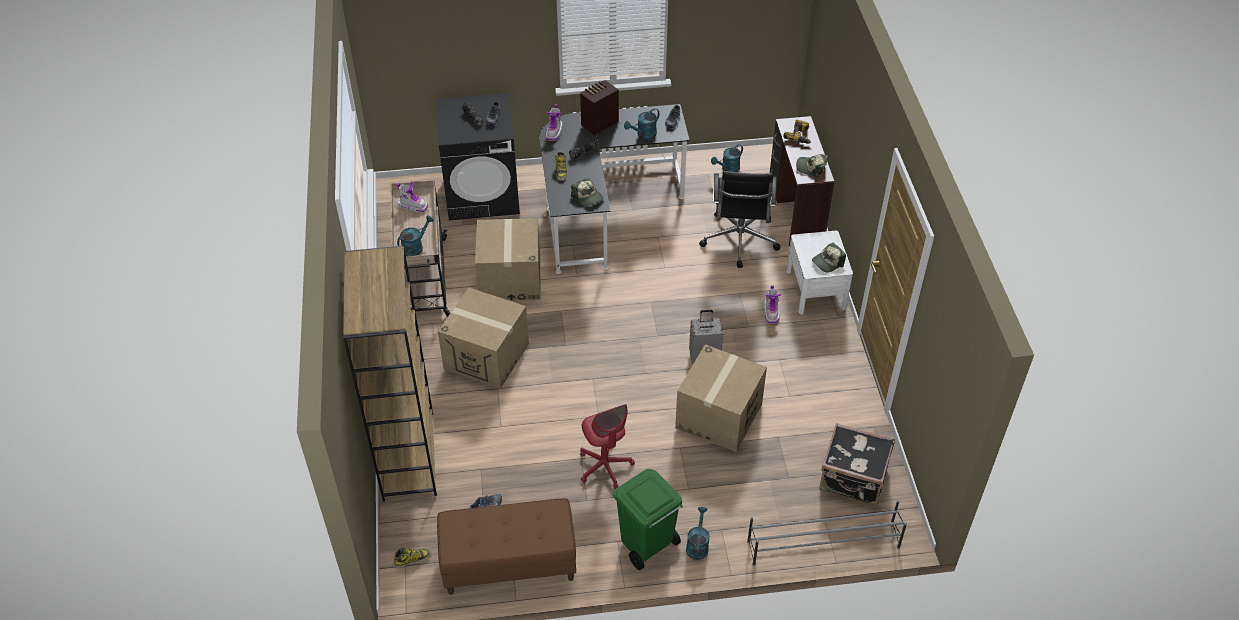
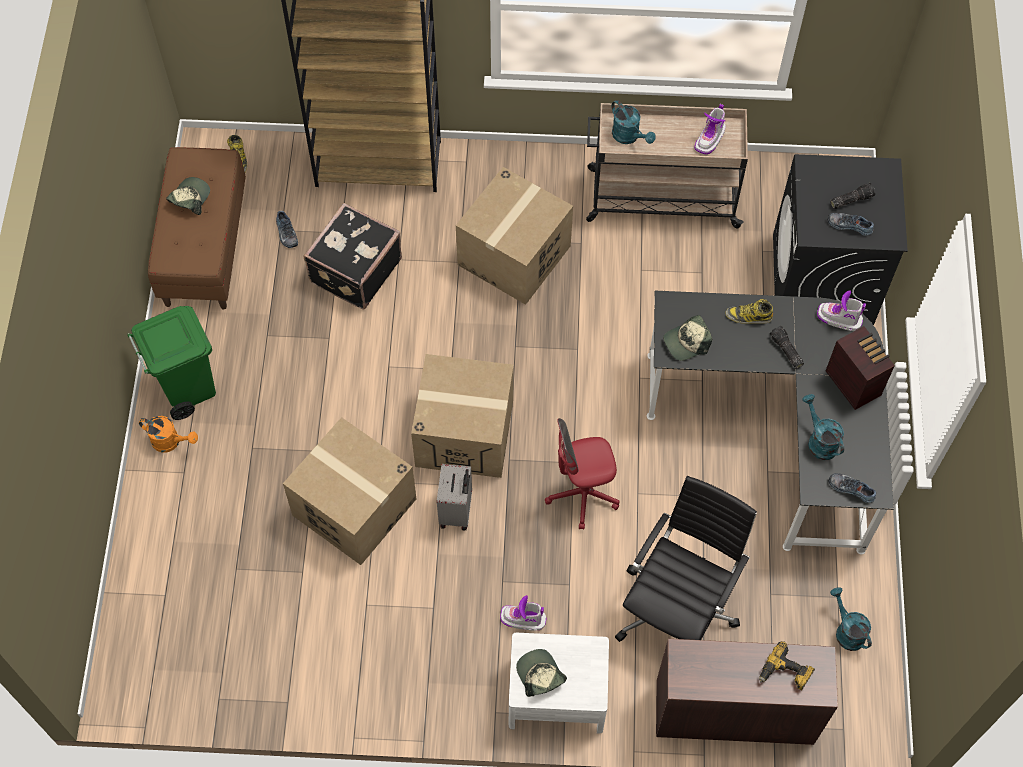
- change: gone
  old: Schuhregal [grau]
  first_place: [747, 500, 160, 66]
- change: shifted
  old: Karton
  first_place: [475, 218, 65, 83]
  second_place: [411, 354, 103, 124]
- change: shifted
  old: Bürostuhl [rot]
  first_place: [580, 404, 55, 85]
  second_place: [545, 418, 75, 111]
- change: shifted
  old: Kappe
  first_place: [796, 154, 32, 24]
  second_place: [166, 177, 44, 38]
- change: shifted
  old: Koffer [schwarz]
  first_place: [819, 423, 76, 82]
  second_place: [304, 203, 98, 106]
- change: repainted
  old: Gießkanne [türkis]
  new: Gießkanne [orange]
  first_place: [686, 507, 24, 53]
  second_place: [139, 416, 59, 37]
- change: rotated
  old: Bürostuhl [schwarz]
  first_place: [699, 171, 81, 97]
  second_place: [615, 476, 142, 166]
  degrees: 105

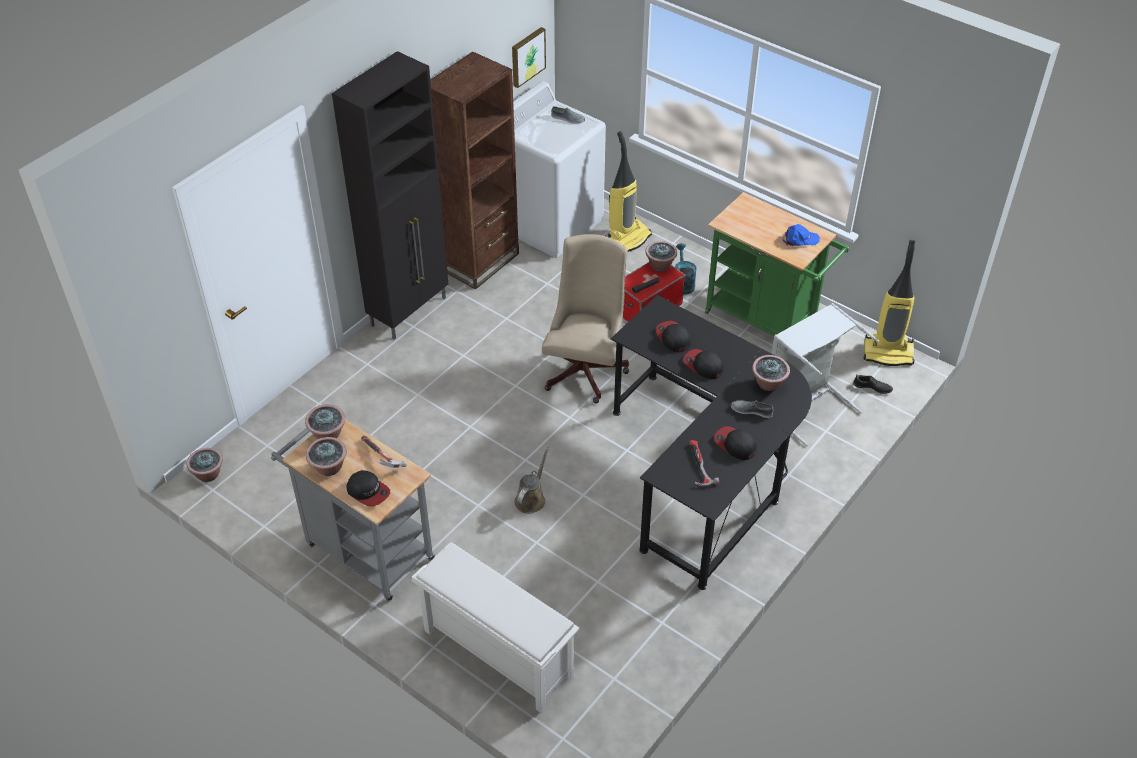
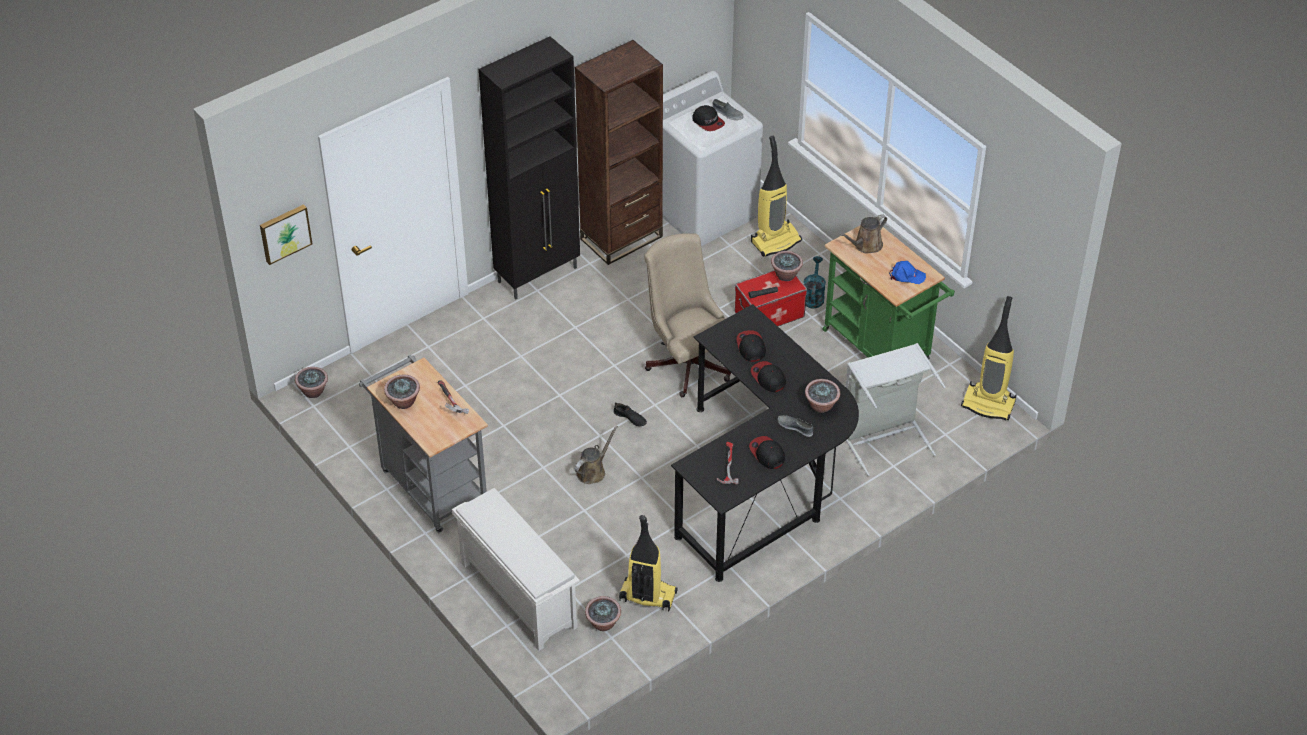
- change: new
  new: Staubsauger
  second_place: [619, 515, 59, 96]
- change: new
  new: Gießkanne [braun]
  second_place: [840, 214, 47, 40]
- change: shifted
  old: Topfpflanze
  first_place: [305, 404, 40, 35]
  second_place: [585, 596, 36, 35]
- change: shifted
  old: Kappe
  first_place: [346, 470, 44, 36]
  second_place: [692, 105, 33, 26]
- change: shifted
  old: Bild
  first_place: [512, 27, 34, 61]
  second_place: [260, 204, 52, 61]
- change: shifted
  old: Schuh [schwarz]
  first_place: [853, 375, 40, 19]
  second_place: [614, 402, 33, 24]
- change: rotated
  old: Bürostuhl [beige]
  first_place: [542, 234, 87, 170]
  second_place: [644, 233, 87, 164]
  degrees: -60

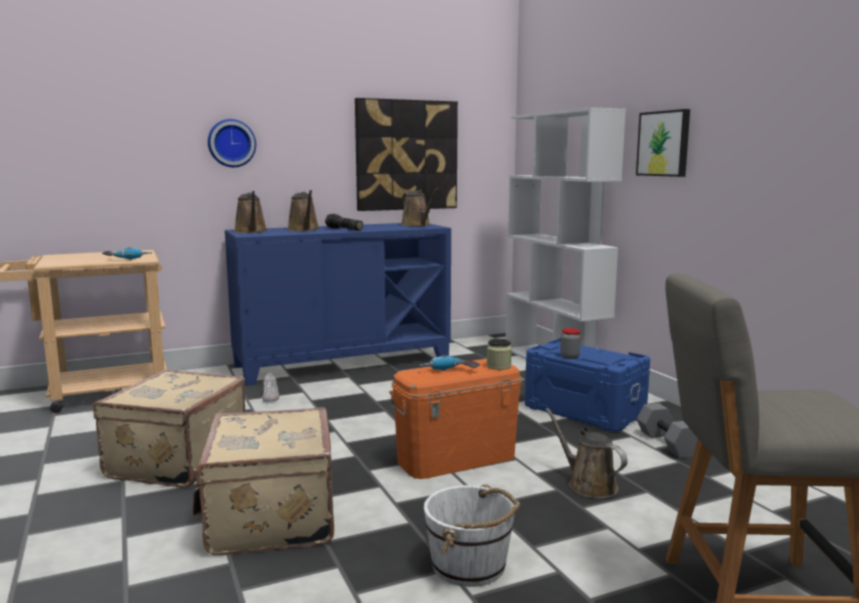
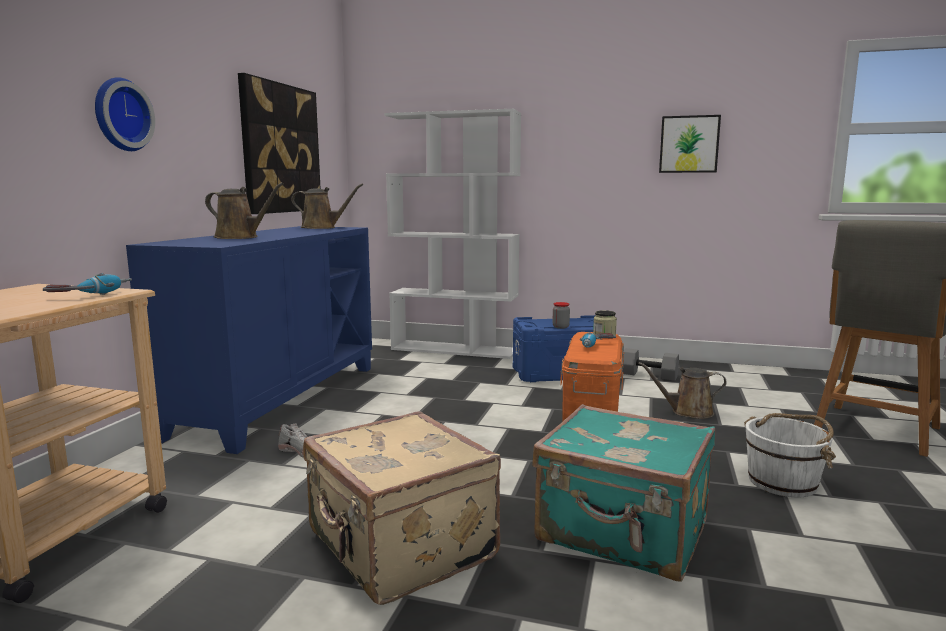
- change: gone
  old: Gießkanne [braun]
  first_place: [234, 191, 33, 42]
- change: gone
  old: Taschenlampe
  first_place: [325, 214, 38, 17]
- change: shifted
  old: Bild
  first_place: [636, 109, 54, 68]
  second_place: [659, 115, 62, 58]
- change: repainted
  old: Koffer [beige]
  new: Koffer [türkis]
  first_place: [193, 407, 141, 148]
  second_place: [532, 404, 183, 178]

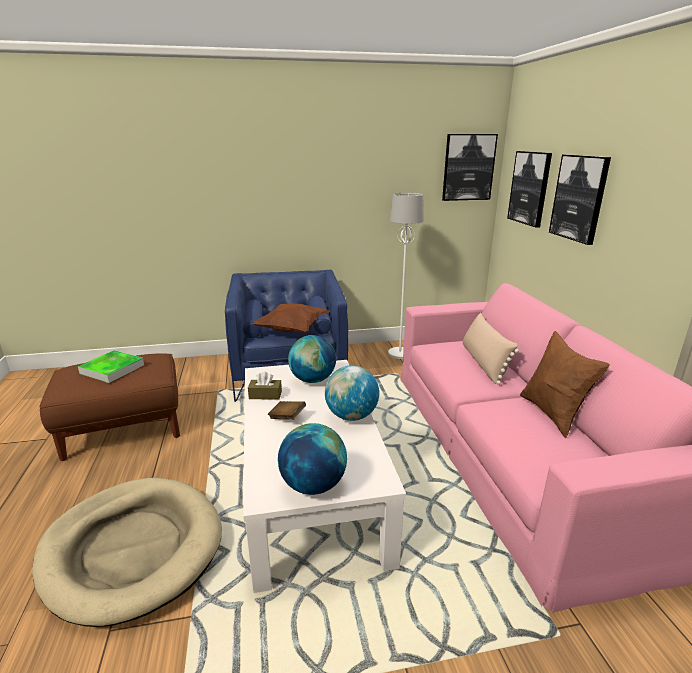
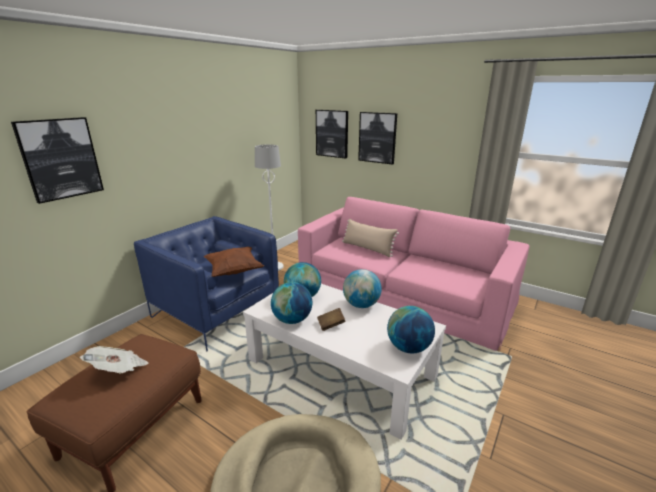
- change: gone
  old: Kissen [braun]
  first_place: [520, 331, 90, 107]
- change: shifted
  old: Bild
  first_place: [442, 134, 56, 67]
  second_place: [11, 117, 93, 87]
- change: swapped
  old: Tablett
  new: Zeitung
  first_place: [78, 350, 66, 33]
  second_place: [80, 346, 69, 27]
- change: swapped
  old: Taschentuchbox [braun]
  new: Globus
  first_place: [248, 372, 34, 28]
  second_place: [271, 282, 41, 42]

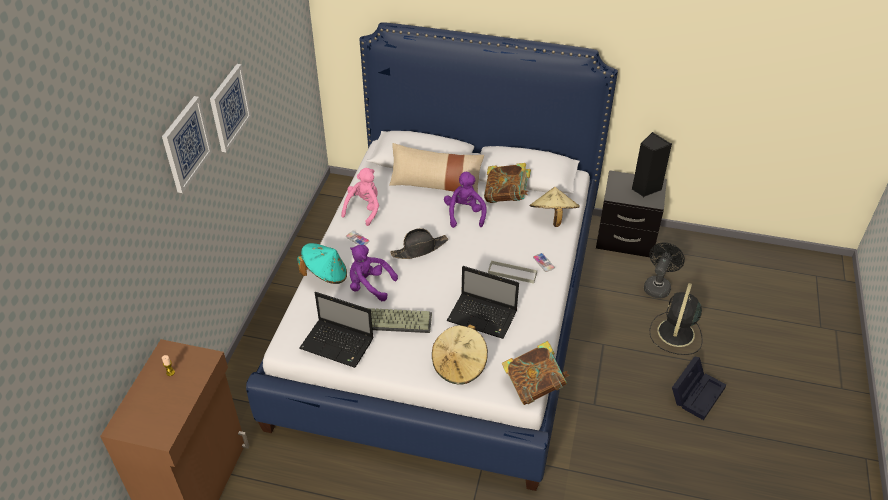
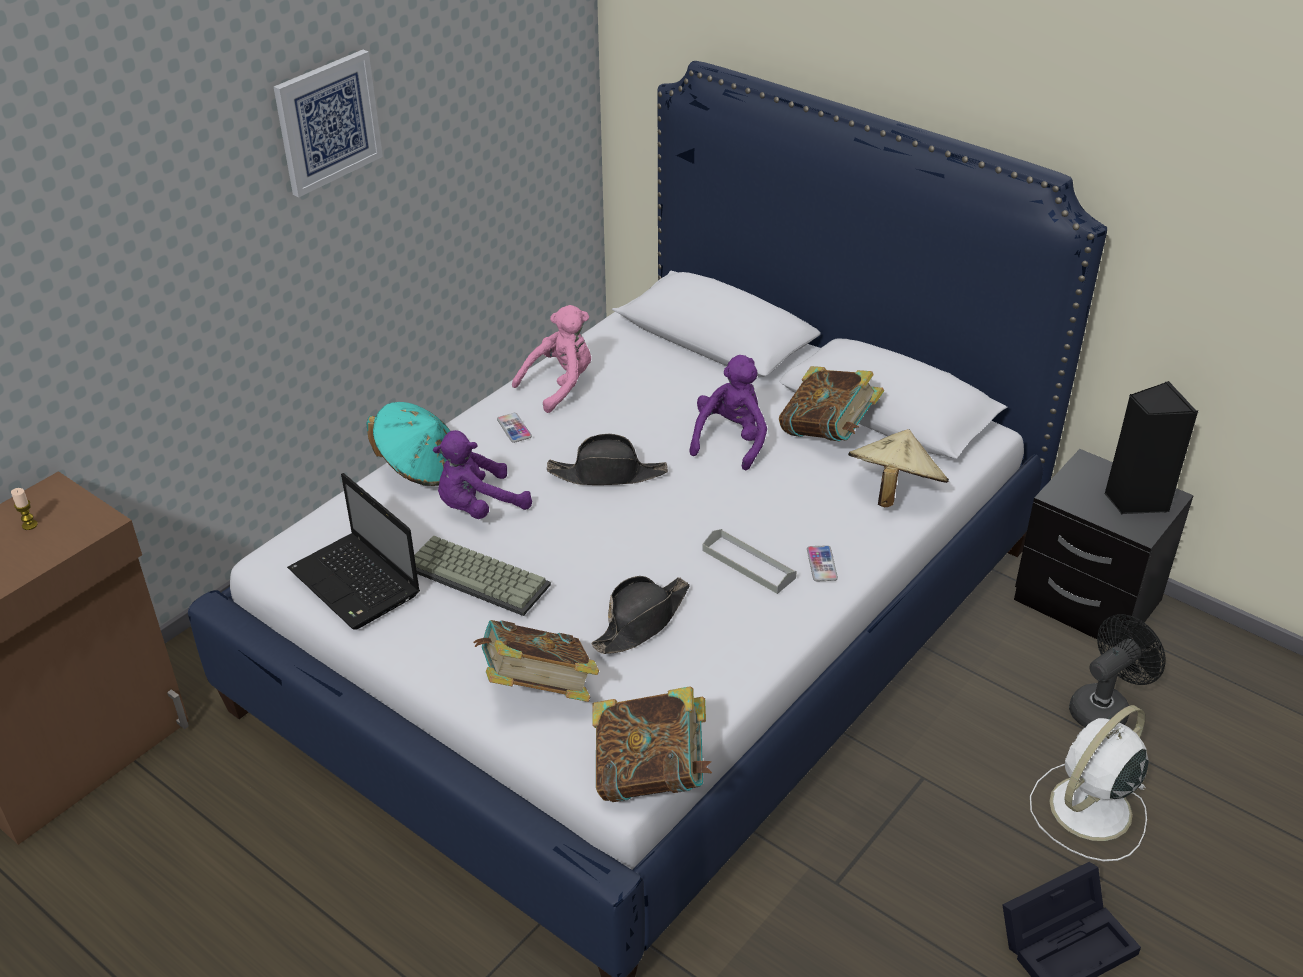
- change: gone
  old: Bild
  first_place: [162, 96, 50, 97]
- change: gone
  old: Kissen [beige]
  first_place: [389, 143, 95, 51]
- change: swapped
  old: Hut [beige]
  new: Buch
  first_place: [432, 324, 56, 61]
  second_place: [474, 620, 125, 82]
- change: swapped
  old: Laptop
  new: Hut [schwarz]
  first_place: [447, 266, 72, 73]
  second_place: [591, 576, 99, 78]
- change: repainted
  old: Ventilator [schwarz]
  new: Ventilator [weiß]
  first_place: [649, 283, 54, 72]
  second_place: [1030, 705, 119, 156]
- change: rotated
  old: Plüschtier [lila]
  first_place: [350, 245, 48, 56]
  second_place: [433, 430, 99, 89]
  degrees: -75

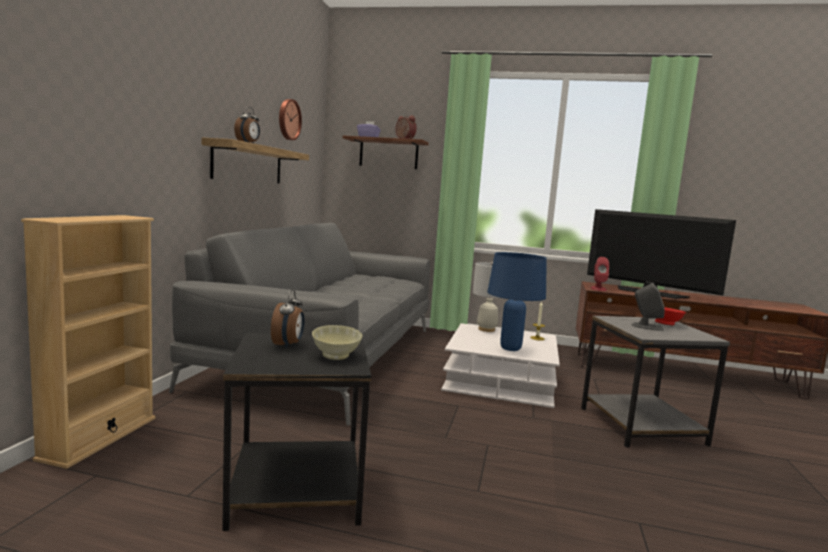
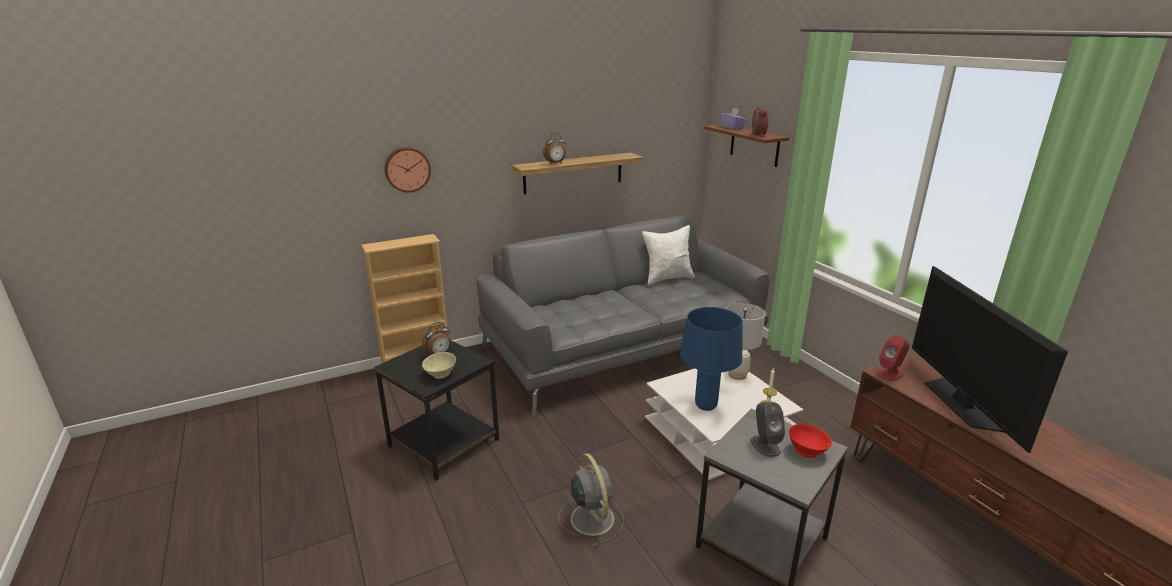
- change: new
  new: Ventilator [grau]
  second_place: [558, 453, 66, 94]
- change: new
  new: Kissen [weiß]
  second_place: [642, 225, 53, 60]
- change: shifted
  old: Wanduhr
  first_place: [279, 99, 23, 41]
  second_place: [384, 147, 47, 46]

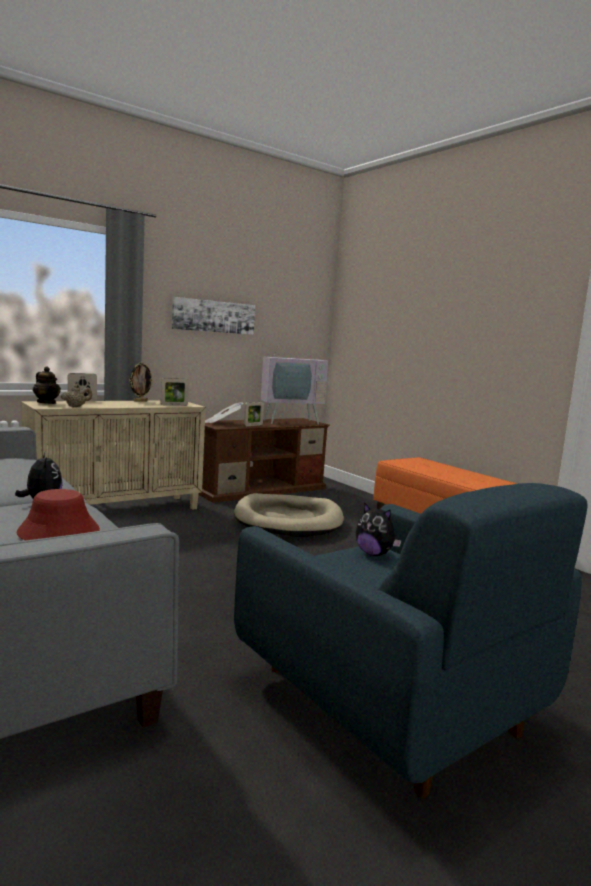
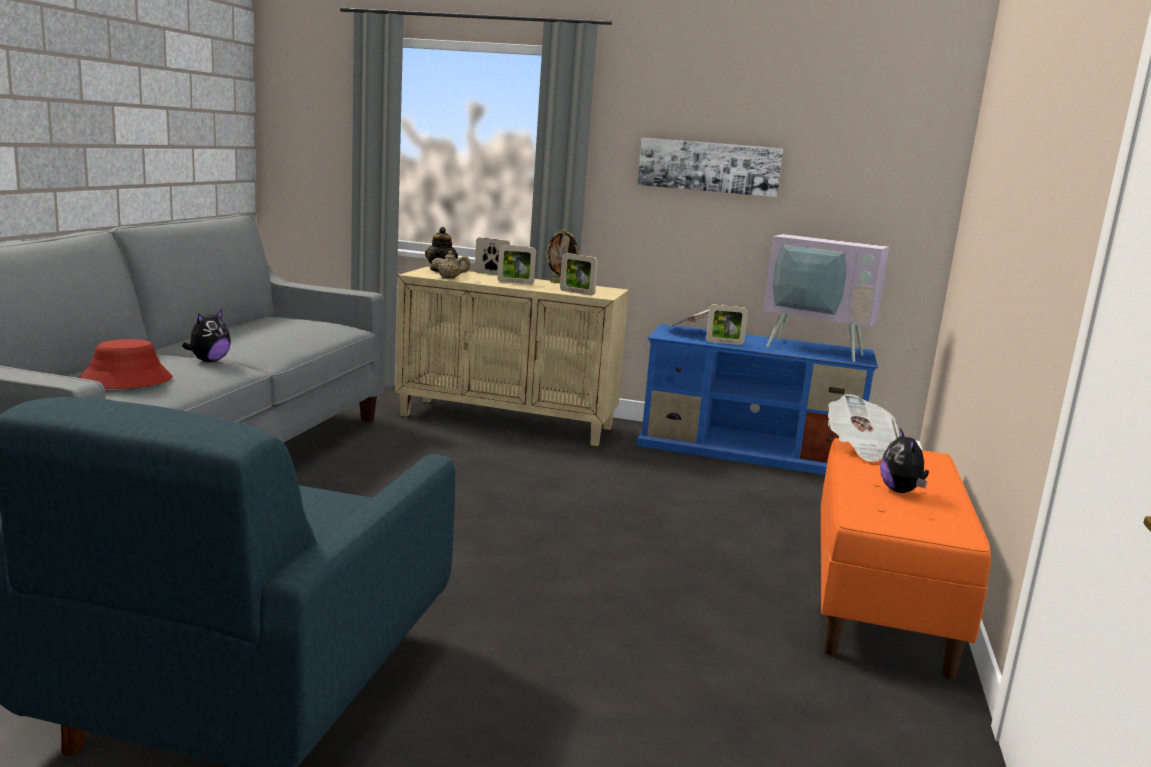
- change: gone
  old: Hundebett [beige]
  first_place: [234, 493, 110, 44]
- change: new
  new: Bilderrahmen
  second_place: [497, 245, 39, 39]
- change: new
  new: Zeitung
  second_place: [828, 394, 72, 68]
- change: shifted
  old: Plüschtier
  first_place: [356, 503, 46, 53]
  second_place: [880, 428, 49, 65]
- change: repainted
  old: Fernsehschrank [braun]
  new: Fernsehschrank [blau]
  first_place: [198, 418, 132, 85]
  second_place: [636, 324, 242, 151]

